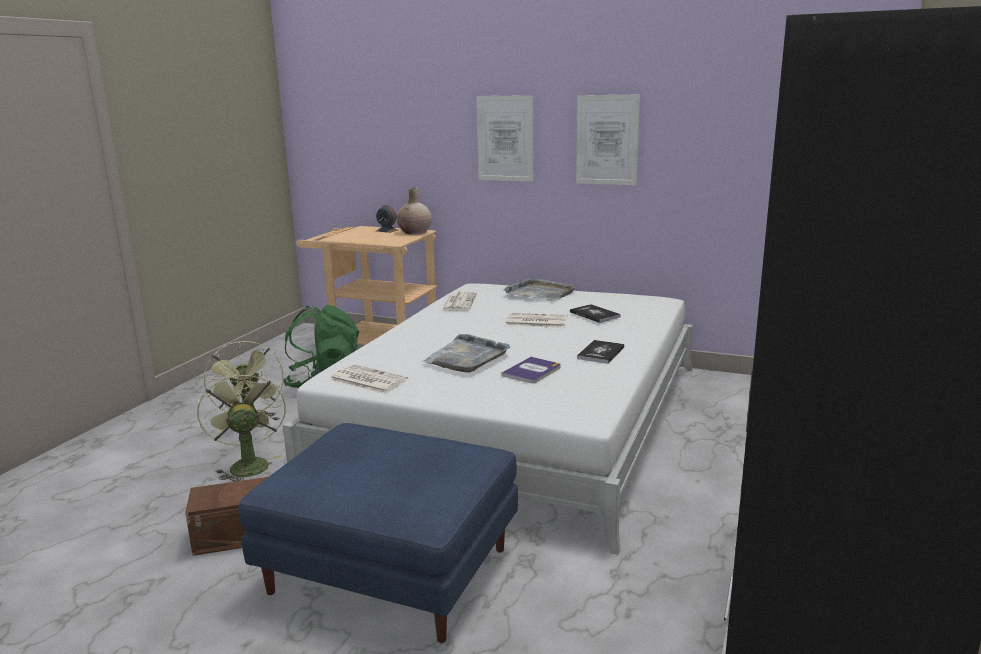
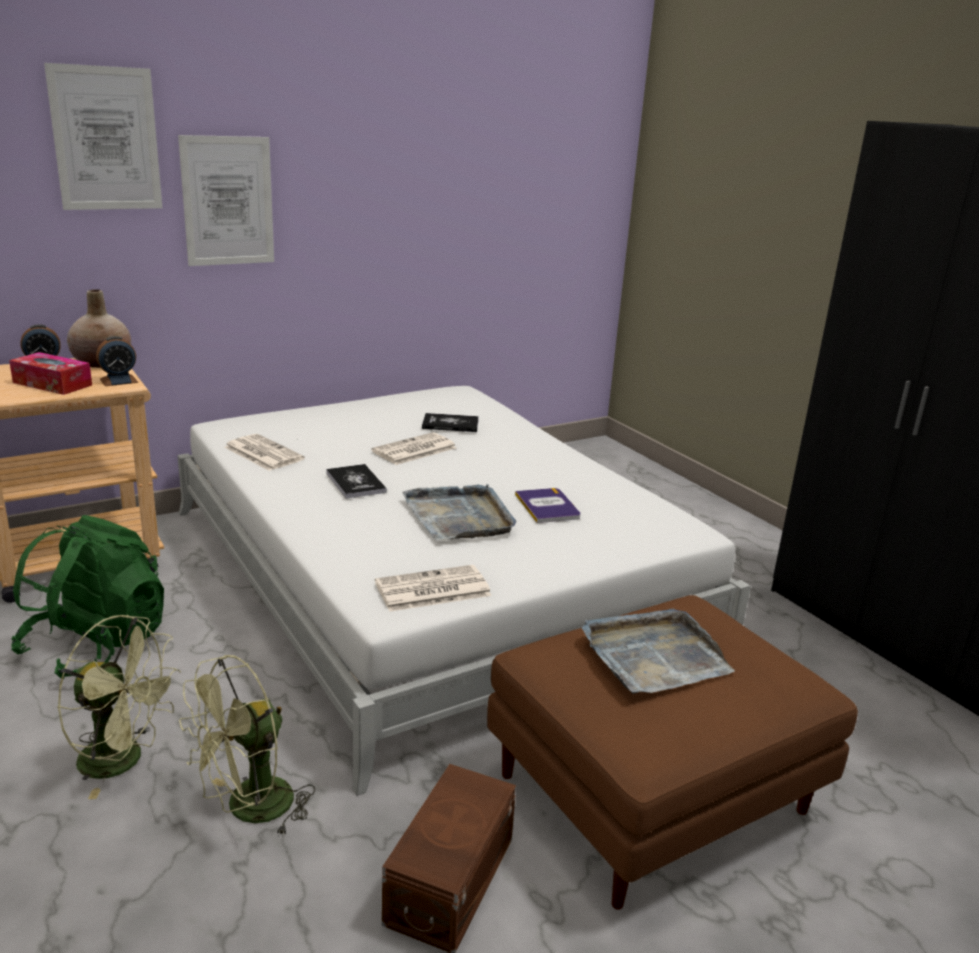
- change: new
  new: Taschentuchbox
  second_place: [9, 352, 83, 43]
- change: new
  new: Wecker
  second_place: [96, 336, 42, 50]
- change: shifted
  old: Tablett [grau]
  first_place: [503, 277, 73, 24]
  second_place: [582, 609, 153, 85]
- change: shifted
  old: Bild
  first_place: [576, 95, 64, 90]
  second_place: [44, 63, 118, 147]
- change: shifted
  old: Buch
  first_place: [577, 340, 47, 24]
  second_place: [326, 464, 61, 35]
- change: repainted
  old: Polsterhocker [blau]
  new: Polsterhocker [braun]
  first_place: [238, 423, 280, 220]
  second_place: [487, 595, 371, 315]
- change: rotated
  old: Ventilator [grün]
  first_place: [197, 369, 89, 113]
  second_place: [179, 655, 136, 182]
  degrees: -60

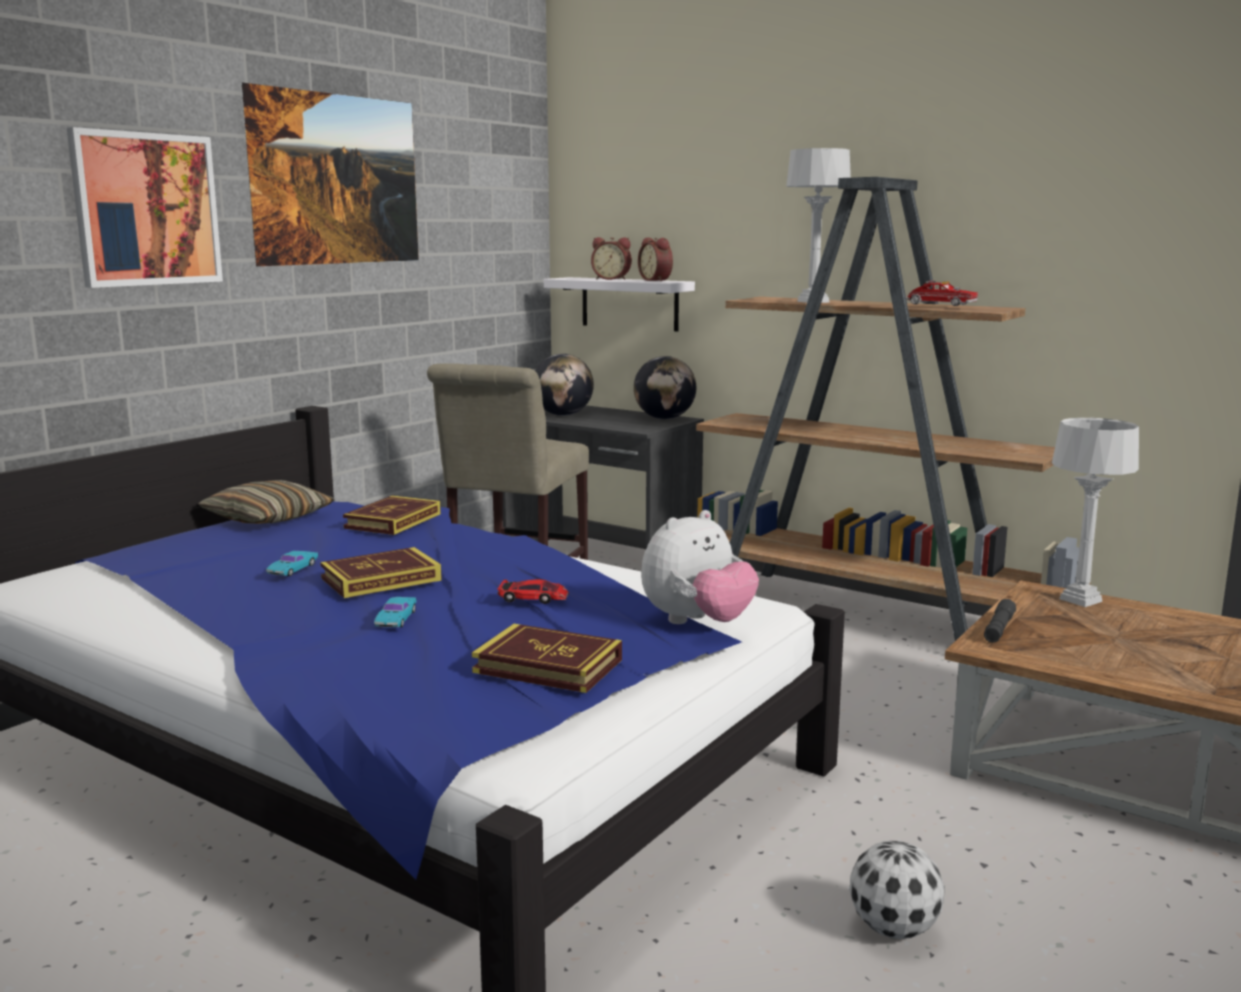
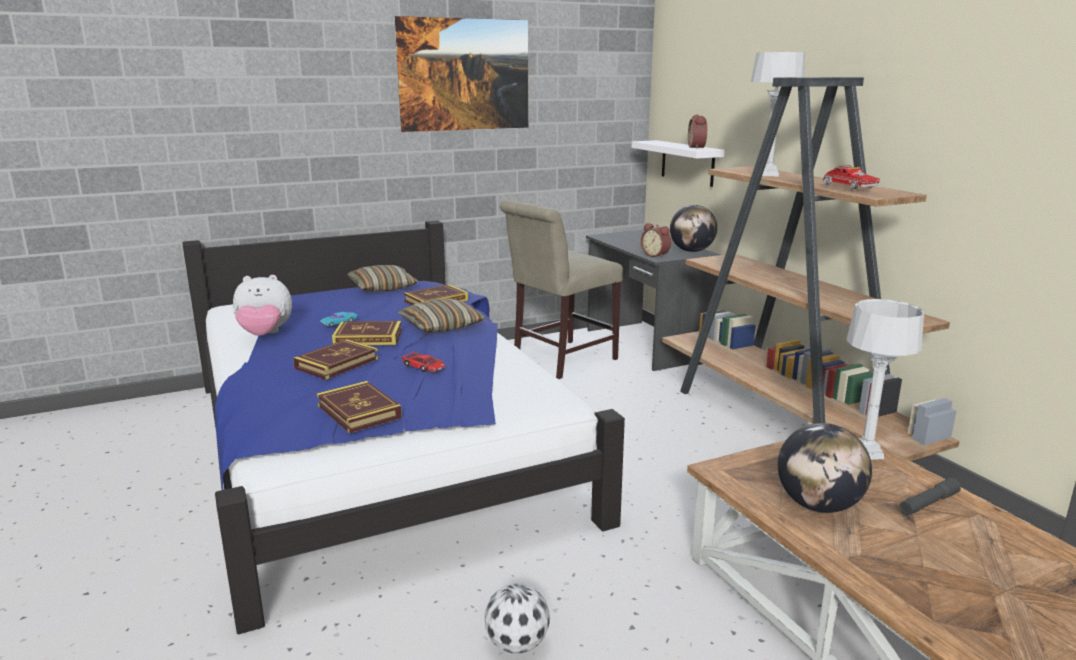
- change: gone
  old: Bild
  first_place: [67, 127, 156, 161]
- change: new
  new: Kissen
  second_place: [398, 298, 87, 35]
- change: shifted
  old: Globus
  first_place: [535, 354, 59, 62]
  second_place: [778, 423, 94, 90]
- change: shifted
  old: Wecker
  first_place: [591, 237, 41, 43]
  second_place: [641, 223, 30, 35]
- change: shifted
  old: Plüschtier
  first_place: [641, 510, 118, 114]
  second_place: [233, 275, 59, 61]
- change: shifted
  old: Taschenlampe [grau]
  first_place: [984, 599, 32, 44]
  second_place: [900, 478, 61, 37]
- change: swapped
  old: Spielzeugauto [türkis]
  new: Buch
  first_place: [374, 597, 43, 30]
  second_place: [293, 339, 85, 41]

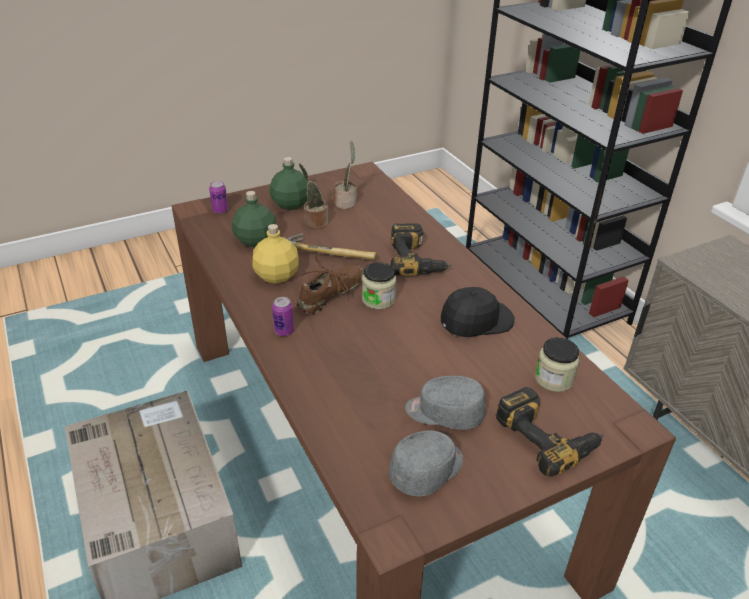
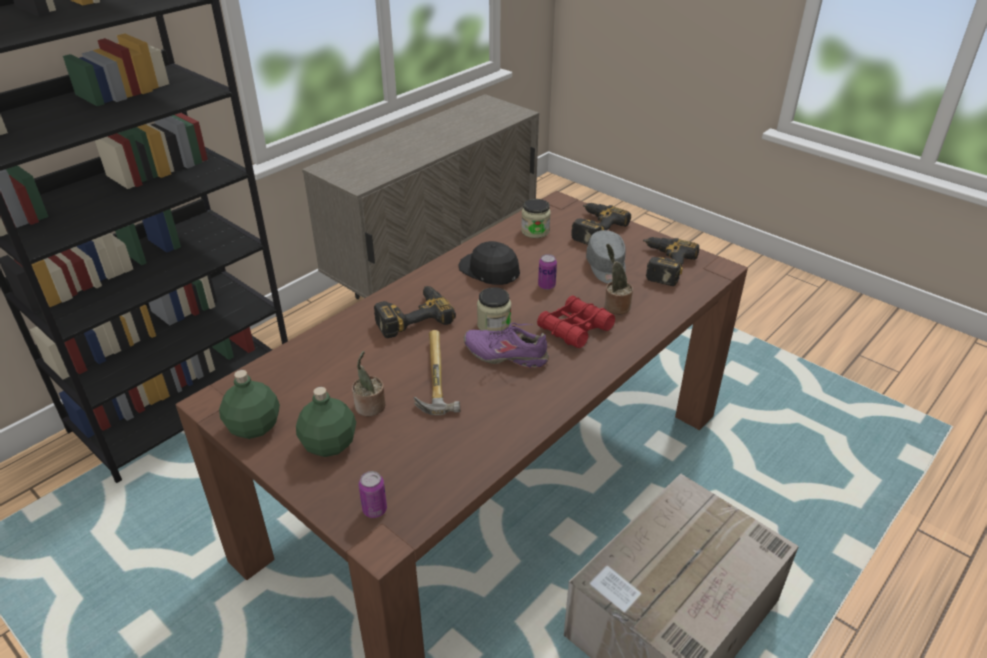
- change: gone
  old: Flasche [gelb]
  first_place: [252, 224, 47, 60]
- change: new
  new: Fernglas [rot]
  second_place: [537, 296, 78, 52]
- change: shifted
  old: Flasche [grün]
  first_place: [232, 191, 44, 56]
  second_place: [219, 370, 61, 69]
- change: shifted
  old: Dose
  first_place: [272, 297, 22, 39]
  second_place: [538, 254, 19, 36]
- change: shifted
  old: Topfpflanze
  first_place: [334, 141, 23, 68]
  second_place: [605, 244, 28, 71]
- change: swapped
  old: Kappe [grau]
  new: Bohrmaschine
  first_place: [389, 430, 74, 67]
  second_place: [643, 237, 56, 49]
- change: repainted
  old: Schuh [braun]
  new: Schuh [lila]
  first_place: [295, 256, 68, 59]
  second_place: [464, 323, 85, 45]

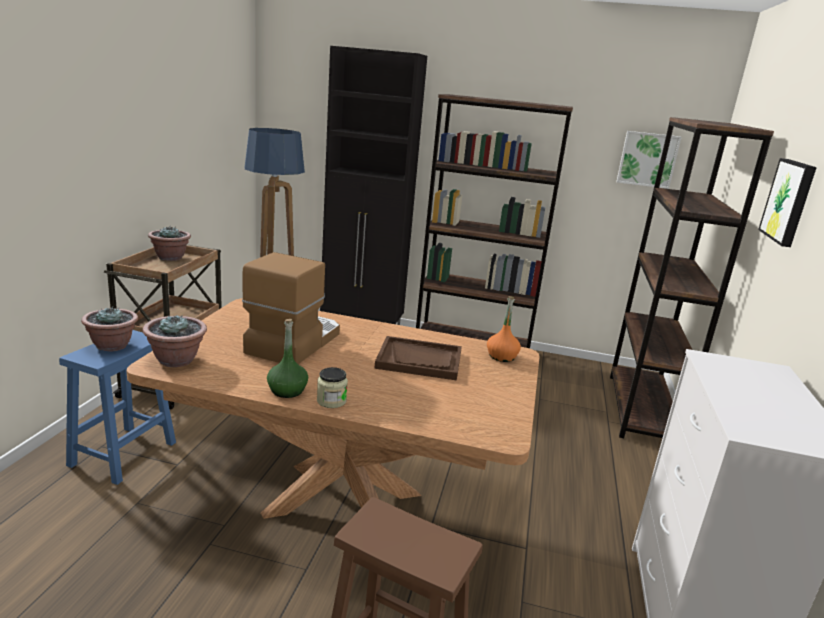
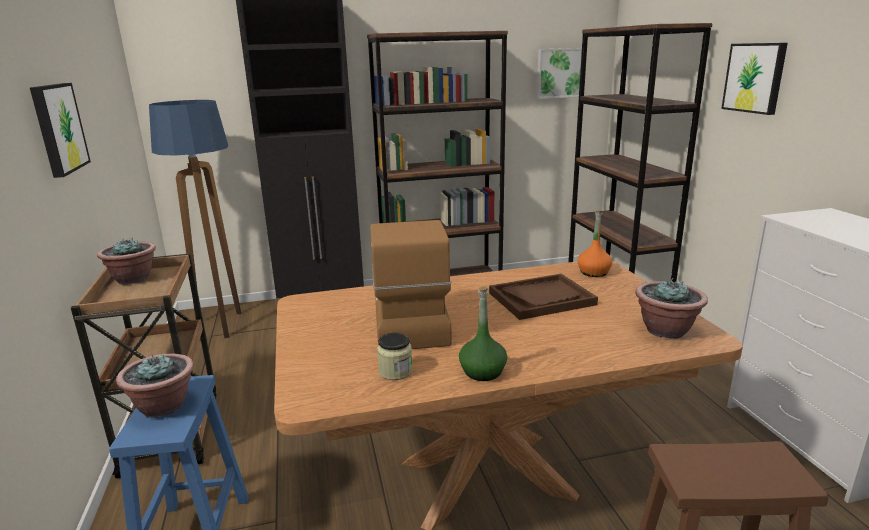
- change: new
  new: Bild
  second_place: [30, 83, 61, 95]
- change: shifted
  old: Topfpflanze
  first_place: [143, 315, 64, 52]
  second_place: [635, 278, 73, 61]
- change: shifted
  old: Vorratsglas
  first_place: [317, 367, 31, 41]
  second_place: [377, 333, 36, 47]

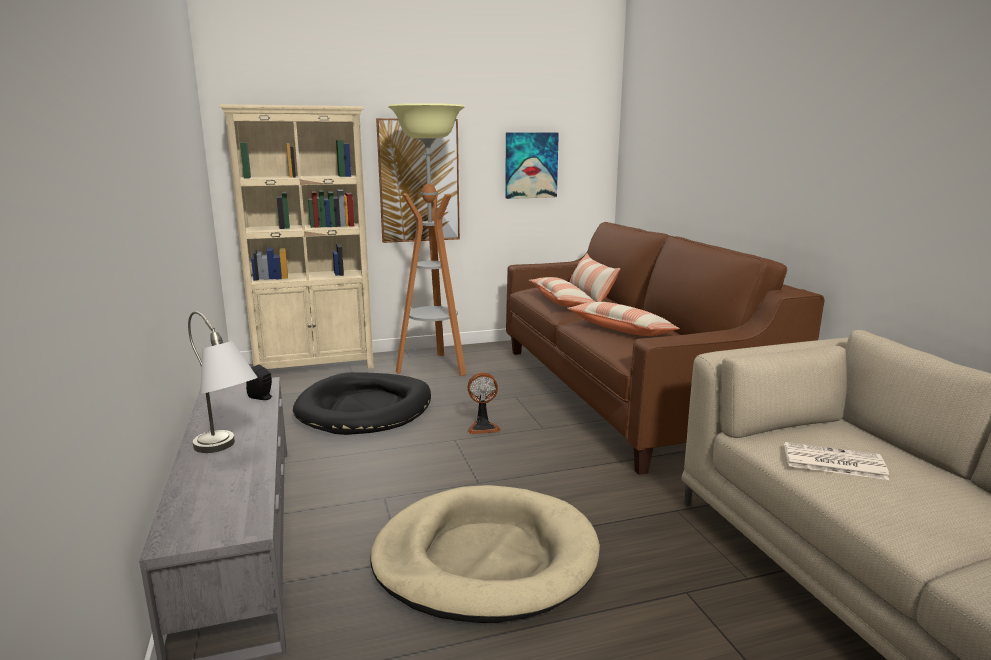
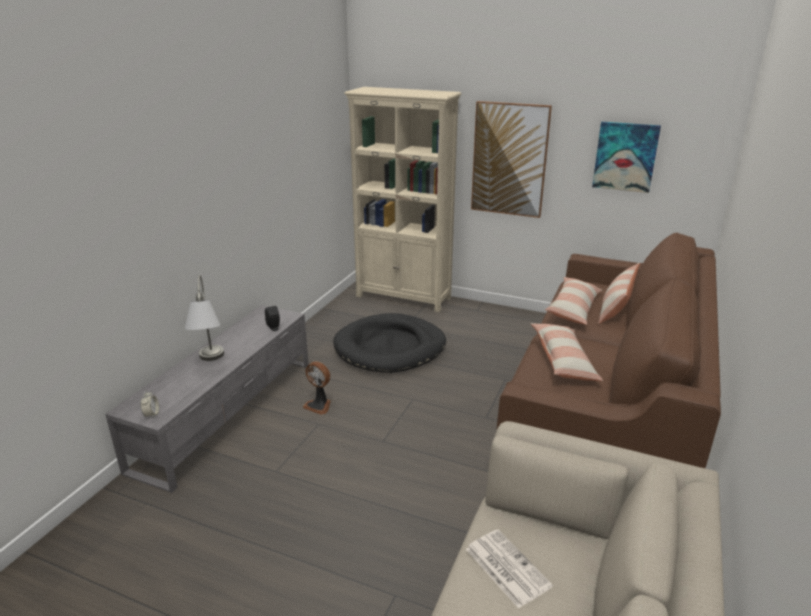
- change: gone
  old: Hundebett [beige]
  first_place: [370, 485, 230, 138]
- change: gone
  old: Stehlampe
  first_place: [388, 103, 78, 273]
- change: new
  new: Wecker
  second_place: [140, 392, 19, 26]
- change: shifted
  old: Ventilator
  first_place: [467, 372, 34, 62]
  second_place: [303, 361, 28, 54]

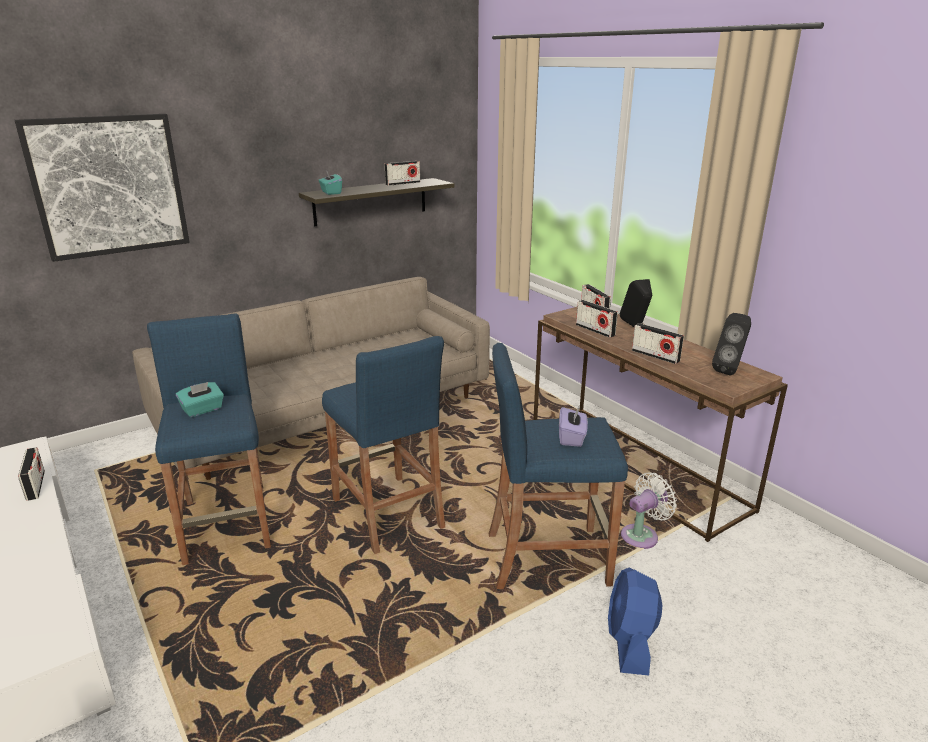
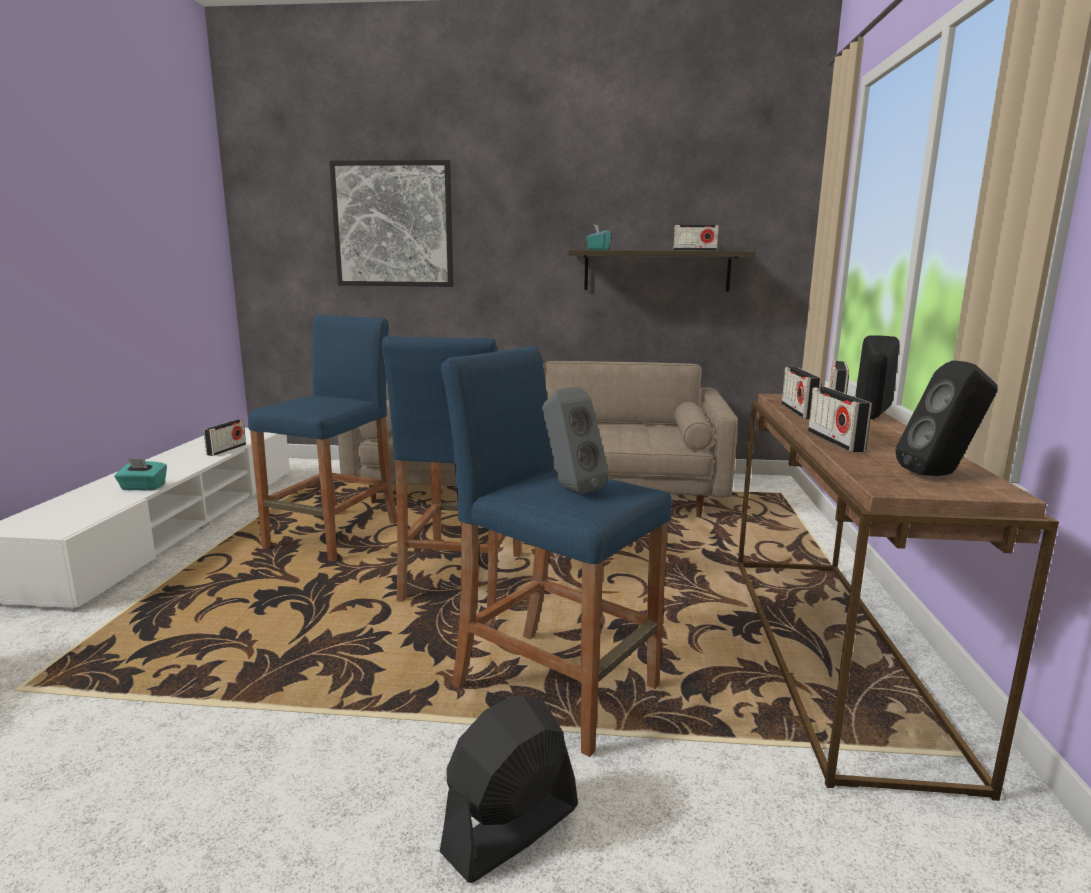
- change: gone
  old: Ventilator [weiß]
  first_place: [621, 472, 56, 77]
- change: shifted
  old: Taschentuchbox [türkis]
  first_place: [176, 382, 48, 35]
  second_place: [114, 458, 53, 33]
- change: swapped
  old: Taschentuchbox [lila]
  new: Lautsprecher [grau]
  first_place: [559, 405, 29, 42]
  second_place: [542, 387, 67, 107]
- change: repainted
  old: Ventilator [blau]
  new: Ventilator [schwarz]
  first_place: [608, 568, 54, 108]
  second_place: [440, 696, 138, 187]

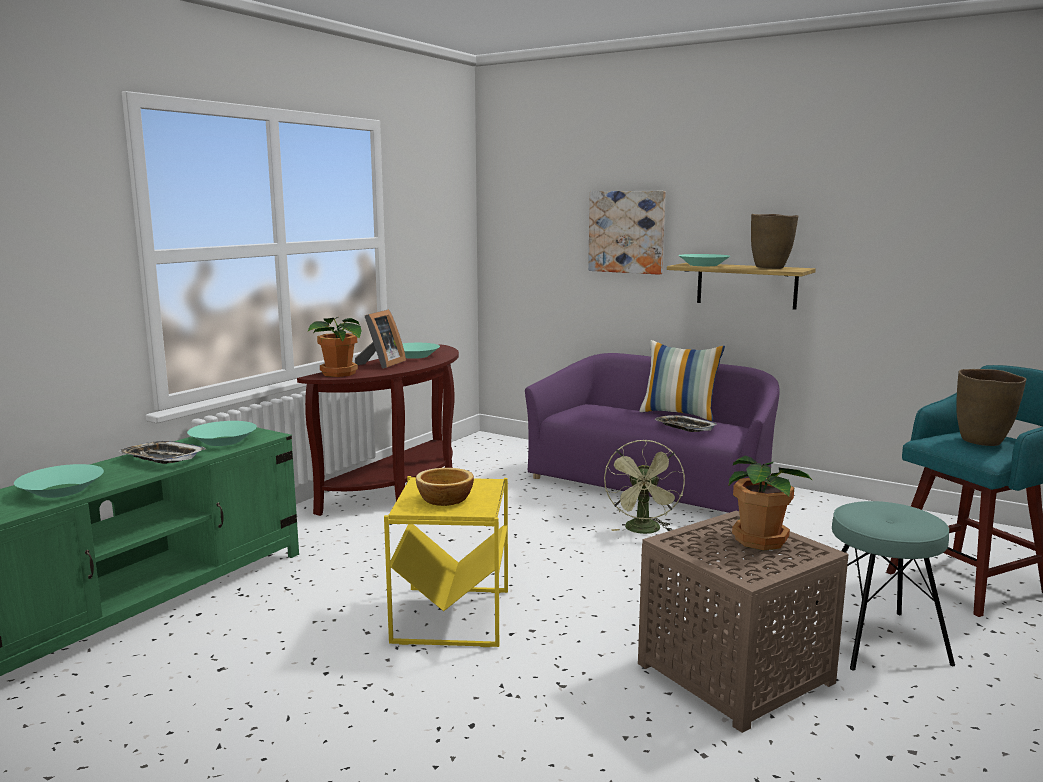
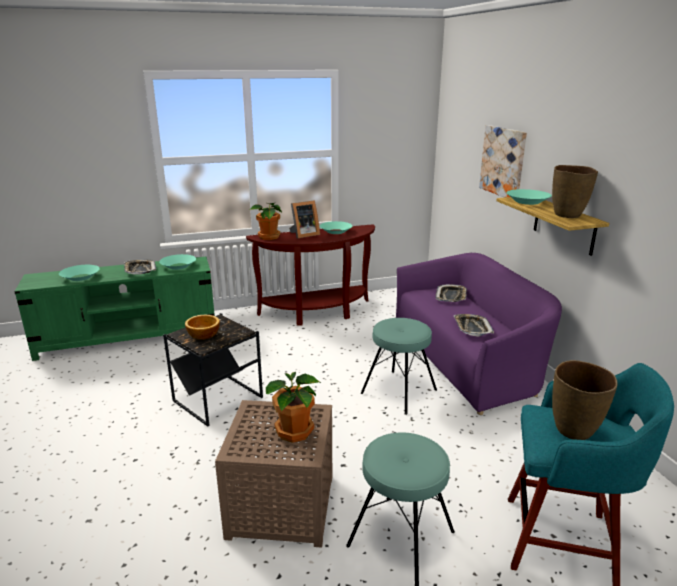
- change: gone
  old: Kissen
  first_place: [639, 340, 86, 81]
- change: new
  new: Tablett
  second_place: [436, 284, 31, 18]
- change: swapped
  old: Ventilator [grün]
  new: Hocker [türkis]
  first_place: [604, 440, 81, 94]
  second_place: [361, 318, 76, 97]
- change: repainted
  old: Beistelltisch [gelb]
  new: Beistelltisch [schwarz]
  first_place: [384, 476, 124, 171]
  second_place: [163, 313, 100, 114]

